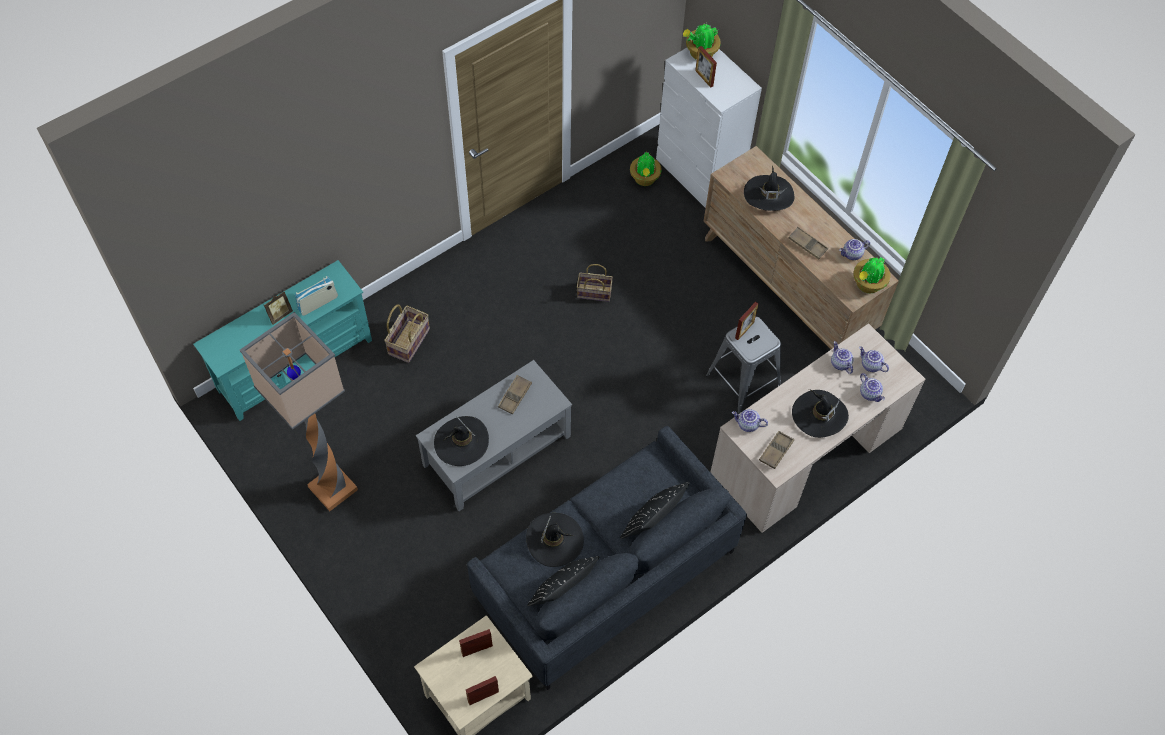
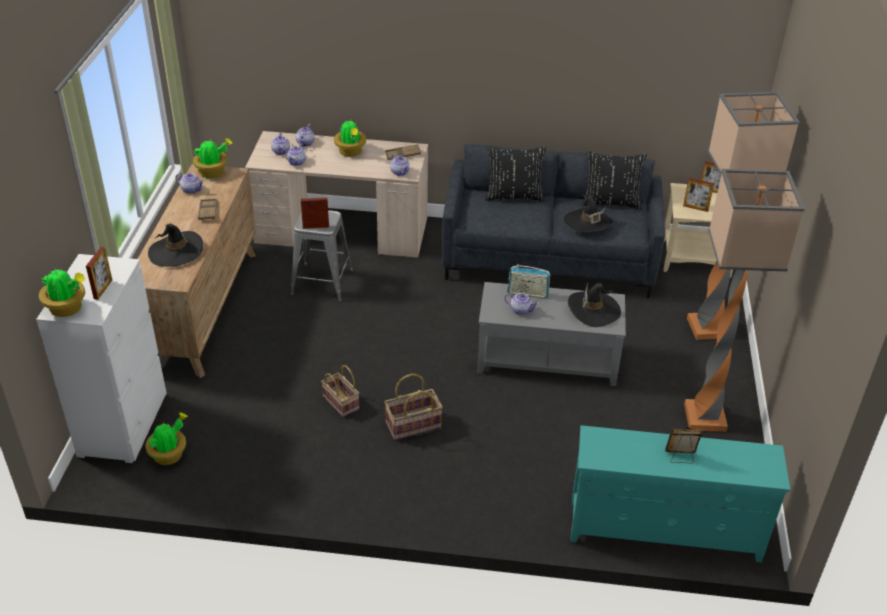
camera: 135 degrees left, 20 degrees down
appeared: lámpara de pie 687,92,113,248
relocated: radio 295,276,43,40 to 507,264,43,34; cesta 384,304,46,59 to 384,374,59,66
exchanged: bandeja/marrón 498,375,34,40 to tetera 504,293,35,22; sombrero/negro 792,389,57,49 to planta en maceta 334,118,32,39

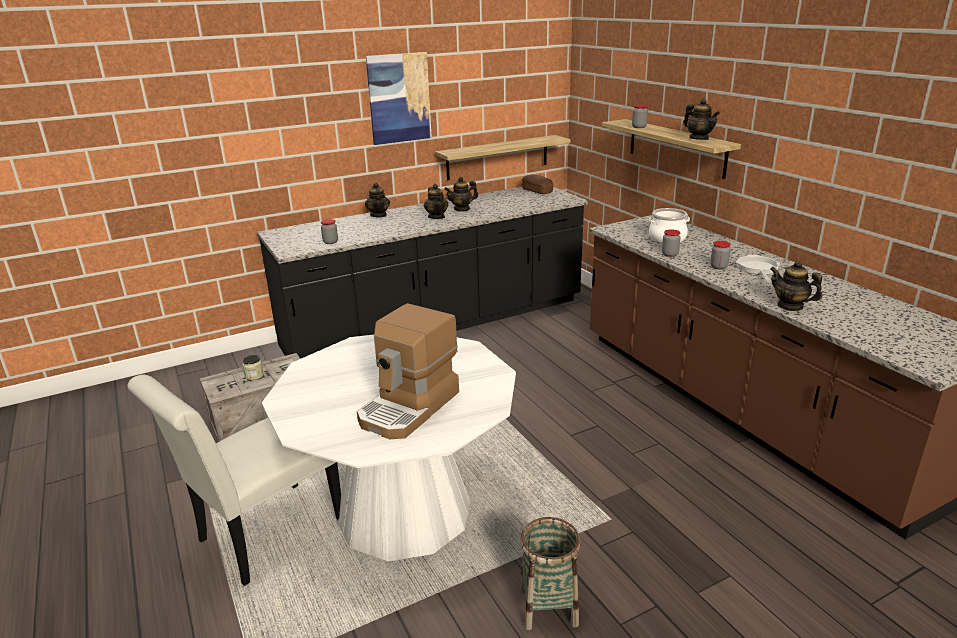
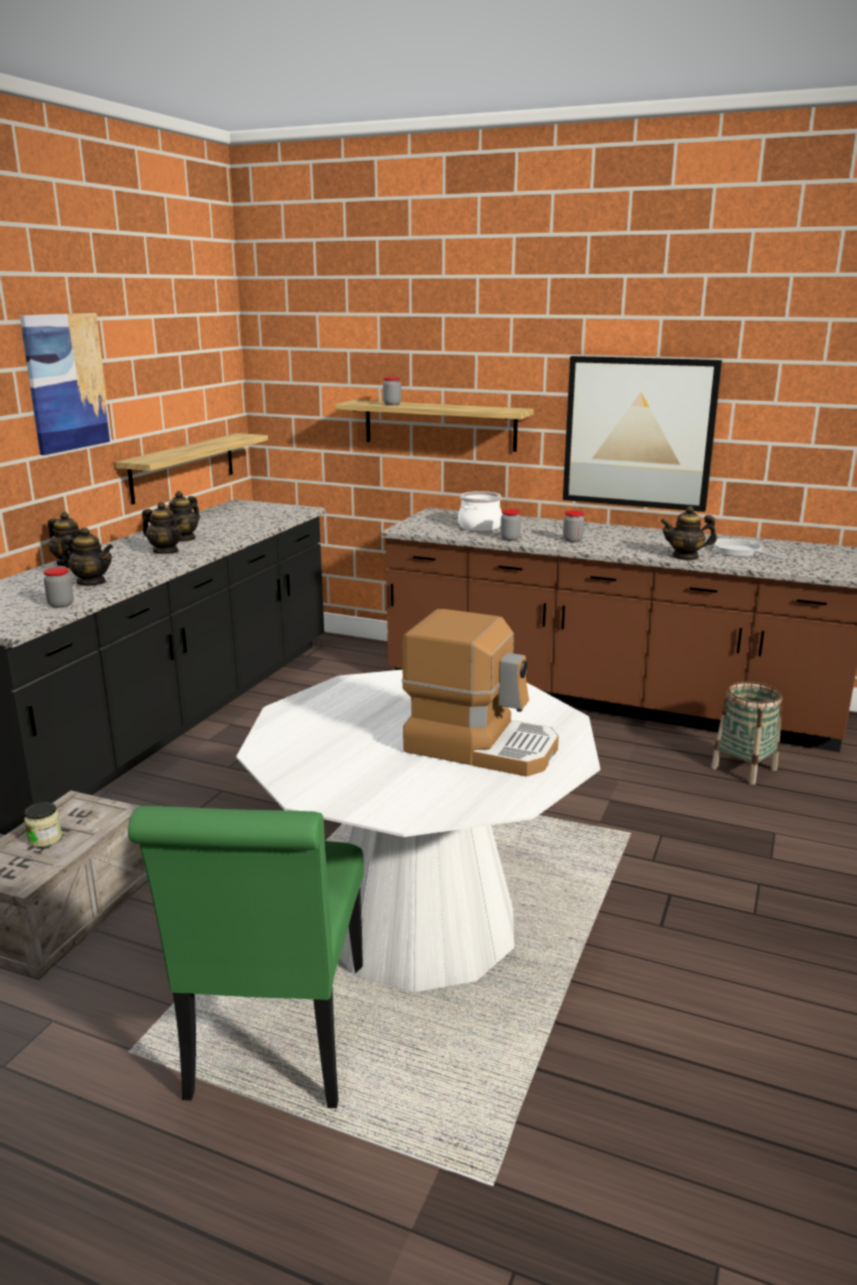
camera: 40 degrees left, 5 degrees down
missing: pan 522,175,31,19
appeared: cuadro 563,356,159,156
relocated: cesta 520,517,61,113 to 711,681,72,104; tetera 684,99,36,41 to 61,527,52,58; sartén 736,255,44,28 to 714,539,71,21
colour: silla/blanco 127,375,214,211 to silla/verde 128,806,236,302
spun: cafetera 357,303,102,136 = 401,609,158,168 60 degrees counterclockwise

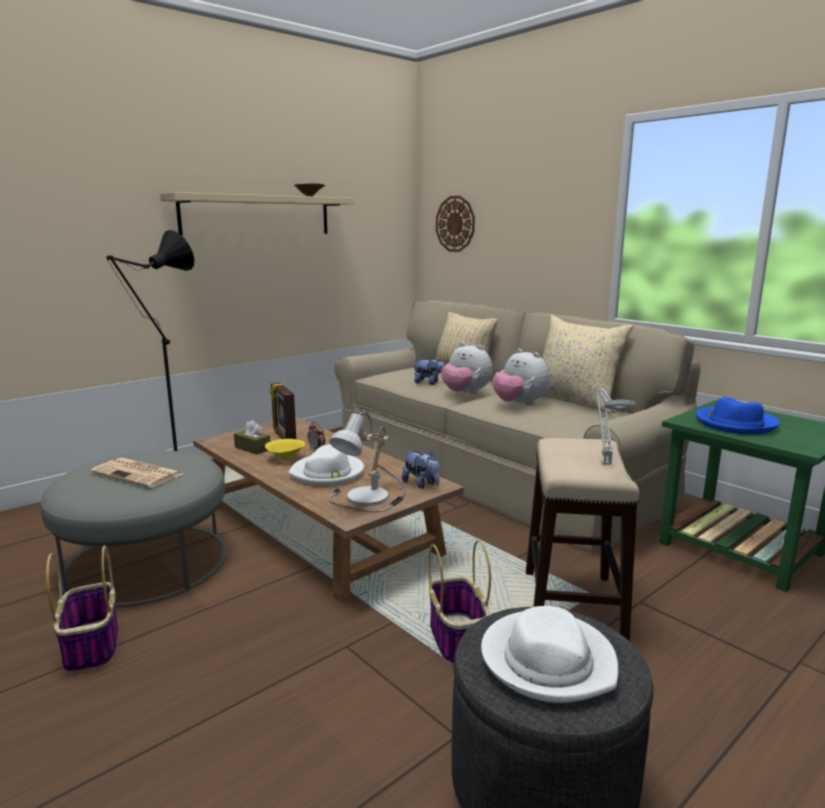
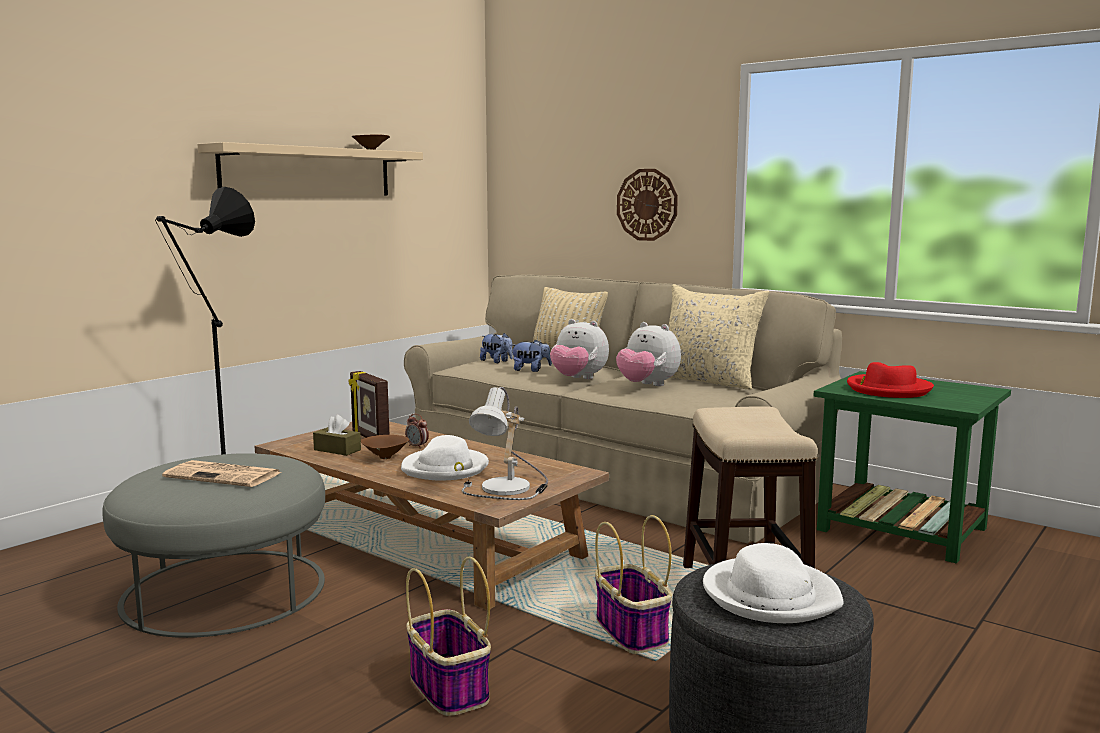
camera: 10 degrees left, 5 degrees down
missing: lámpara de mesa/gris 597,388,39,77
relocated: cesta 46,545,72,129 to 406,557,85,159; peluche 402,451,38,38 to 480,333,33,30; reloj de pared 436,196,39,56 to 617,169,61,72
colour: cuenco/amarillo 265,439,40,21 to cuenco/marrón 361,435,48,24; sombrero/azul 696,397,84,37 to sombrero/rojo 847,362,87,36

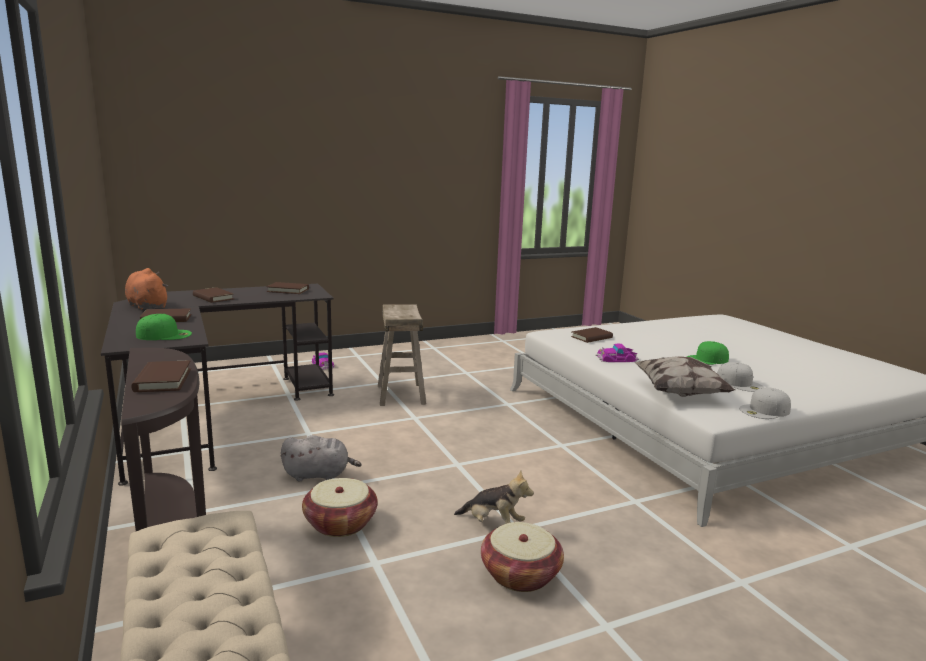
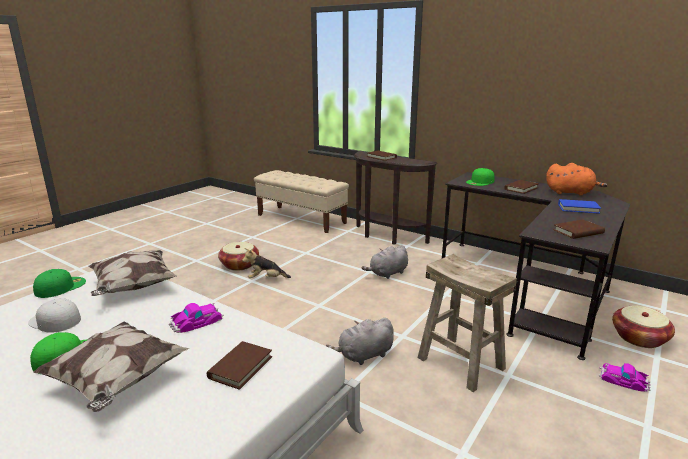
camera: 150 degrees right, 5 degrees up
appeared: cojín 33,321,156,91; peluche/gris 326,318,68,47
relocated: cesta 302,478,76,59 to 612,305,63,43
colour: libro/marrón 193,287,41,16 to libro/azul 558,199,43,15; gorra/blanco 739,388,52,31 to gorra/verde 33,269,53,29

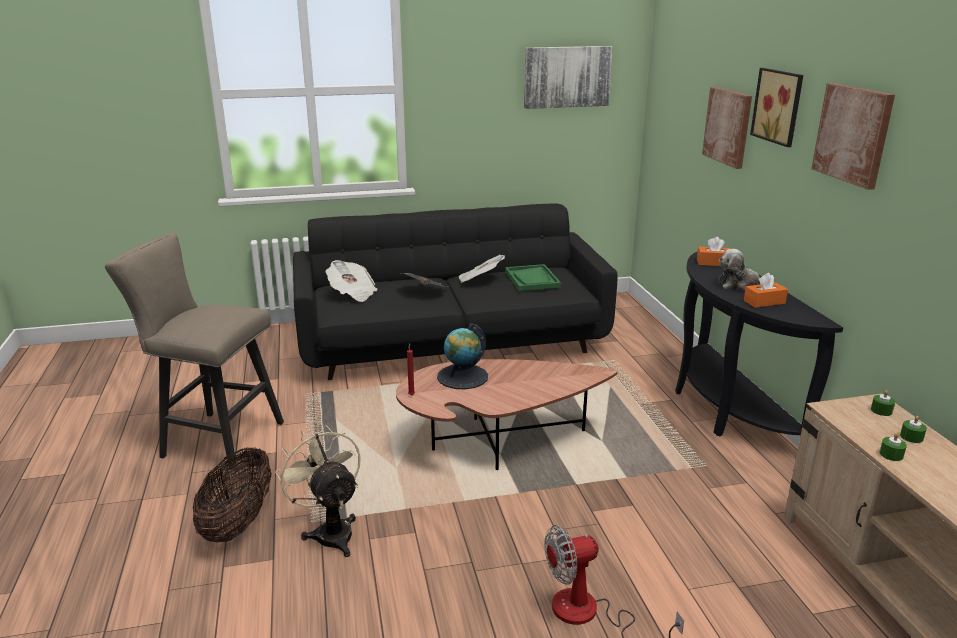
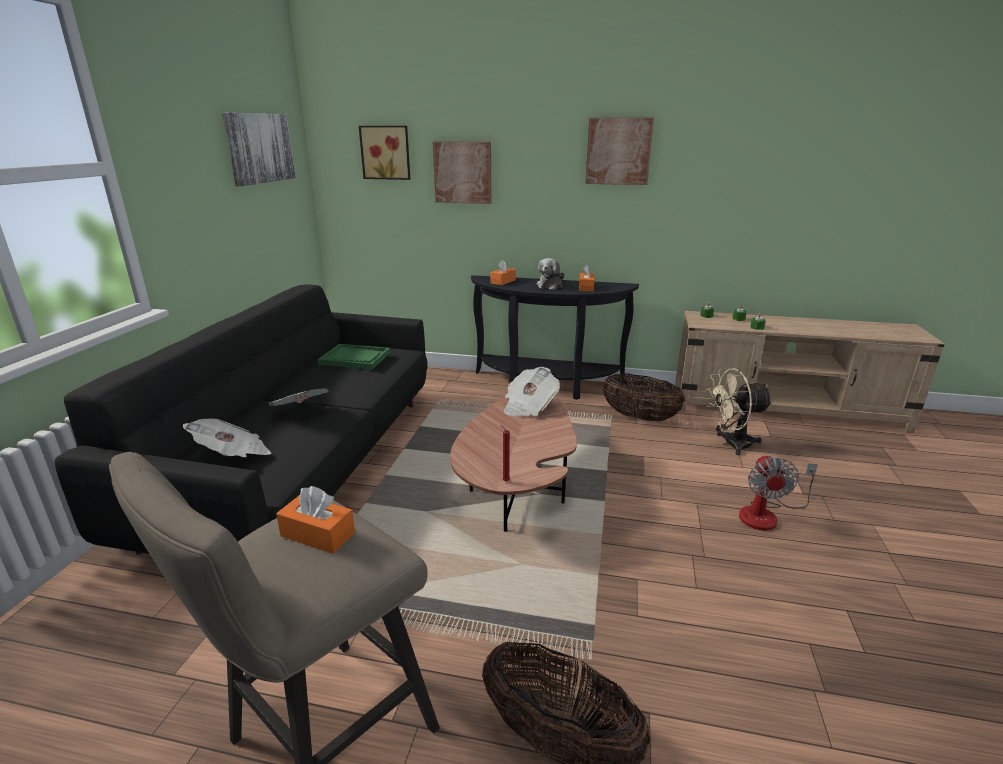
camera: 65 degrees left, 0 degrees up
missing: globo terráqueo 437,323,51,66
appeared: caja de pañuelos/naranja 276,486,79,68; cesta 602,373,83,48
relocated: ventilador/beis 275,425,86,132 to 706,368,67,87; periódico 459,254,46,29 to 504,367,56,49; cuadro 750,68,53,79 to 359,126,51,54

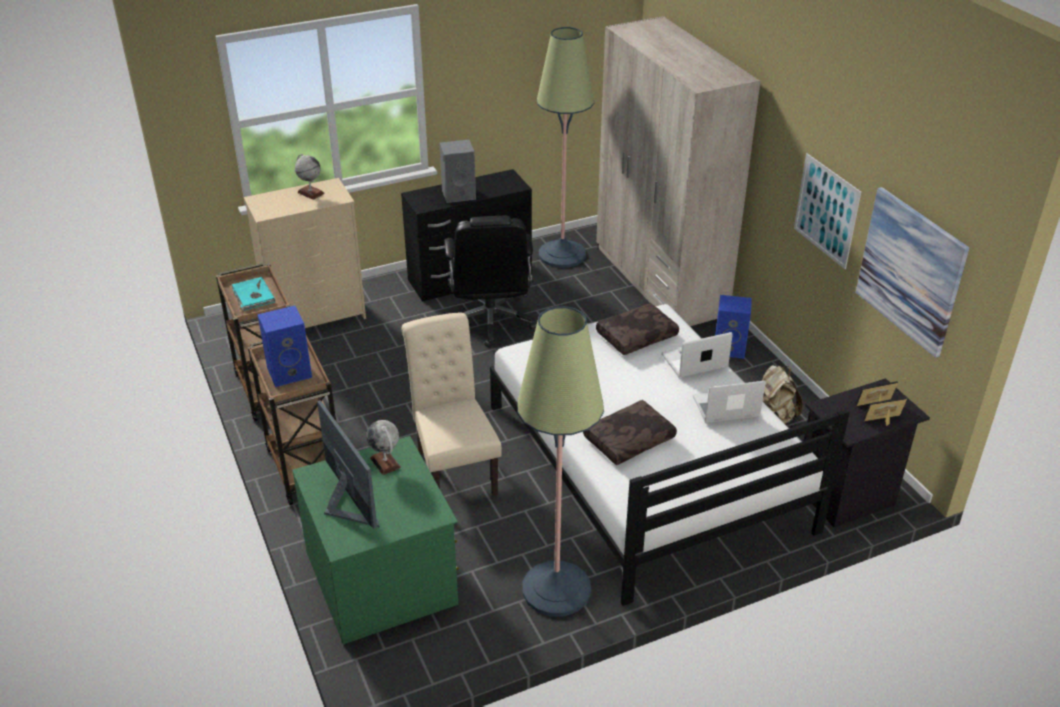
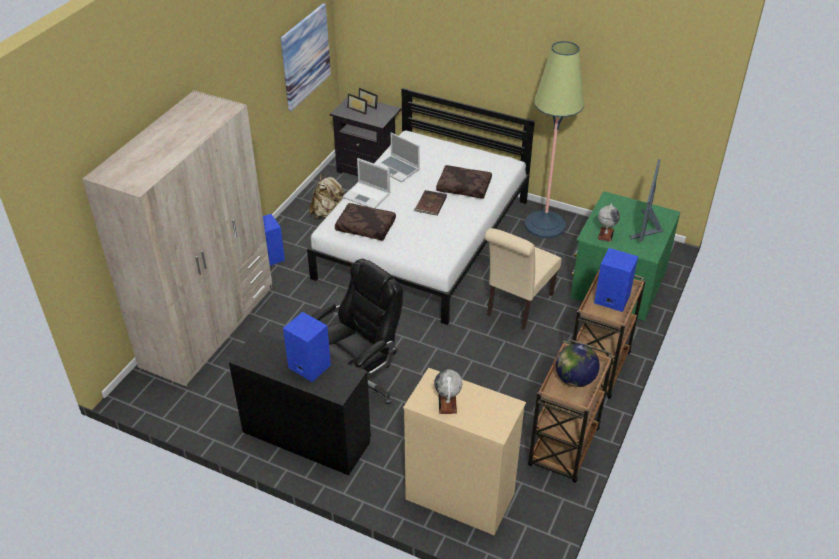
camera: 130 degrees left, 5 degrees up
missing: lámpara de pie 537,27,57,241; cuadro 794,153,67,116
appeared: libro/marrón 414,190,33,26
exchanged: libro/turquesa 231,277,44,33 to globo terráqueo 556,344,44,43
colour: altavoz/gris 439,140,37,63 to altavoz/azul 283,312,48,70

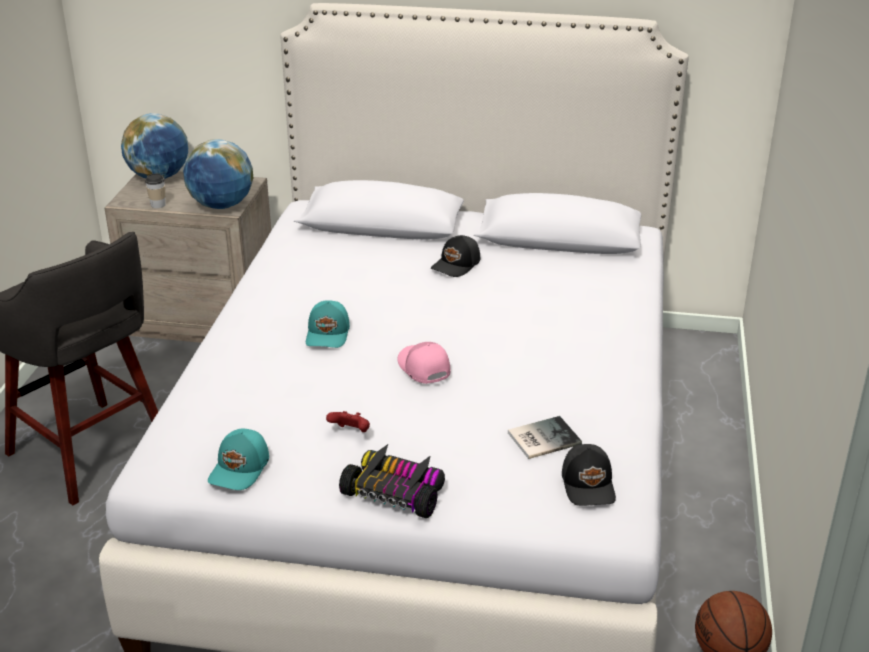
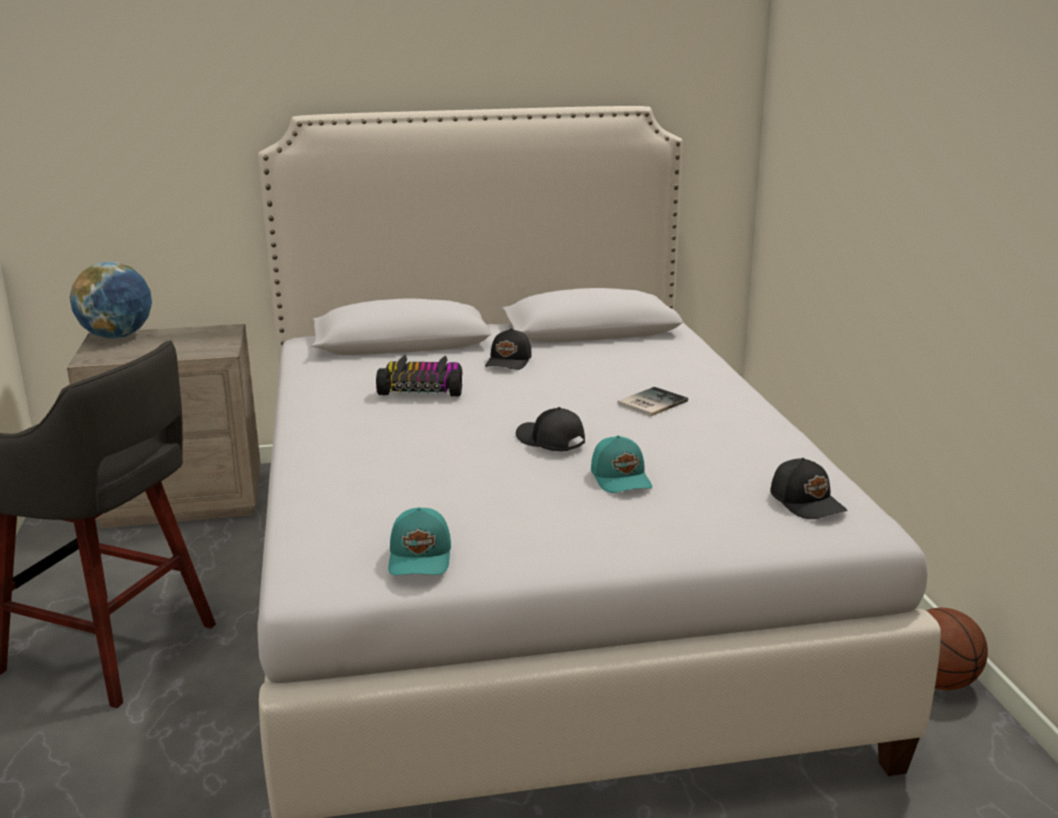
camera: 20 degrees left, 10 degrees down
missing: taza 145,173,21,35; globo terráqueo 183,139,70,70; mando de consola/rojo 326,411,44,21
relocated: gorra/turquesa 306,301,44,47 to 591,435,61,58; coche de juguete 339,444,106,74 to 376,355,86,41; libro 508,416,74,43 to 617,387,71,30
colour: gorra/rosa 398,342,52,42 to gorra/negro 516,407,69,44

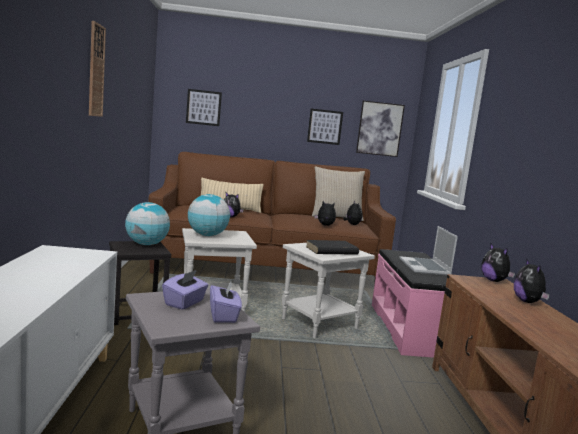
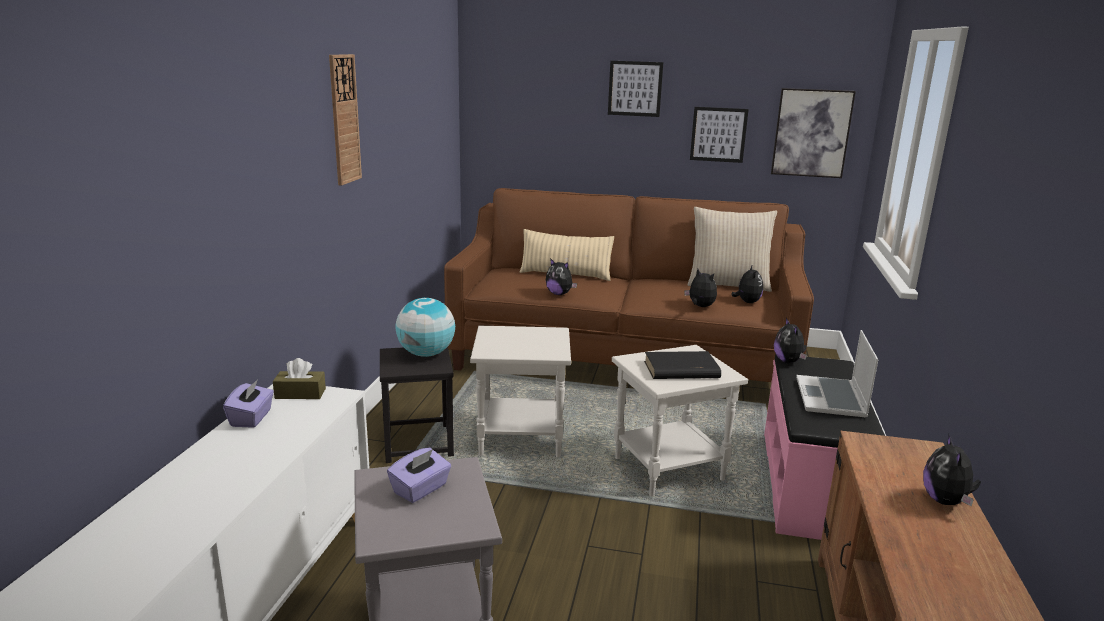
camera: 15 degrees right, 10 degrees up
missing: globo terráqueo 188,194,42,42
appeared: caja de pañuelos/marrón 273,358,53,41
relocated: cuadro 186,89,36,37 to 608,61,55,56; caja de pañuelos/morado 210,281,32,42 to 223,379,51,49; peluche 481,244,34,38 to 774,318,33,45

